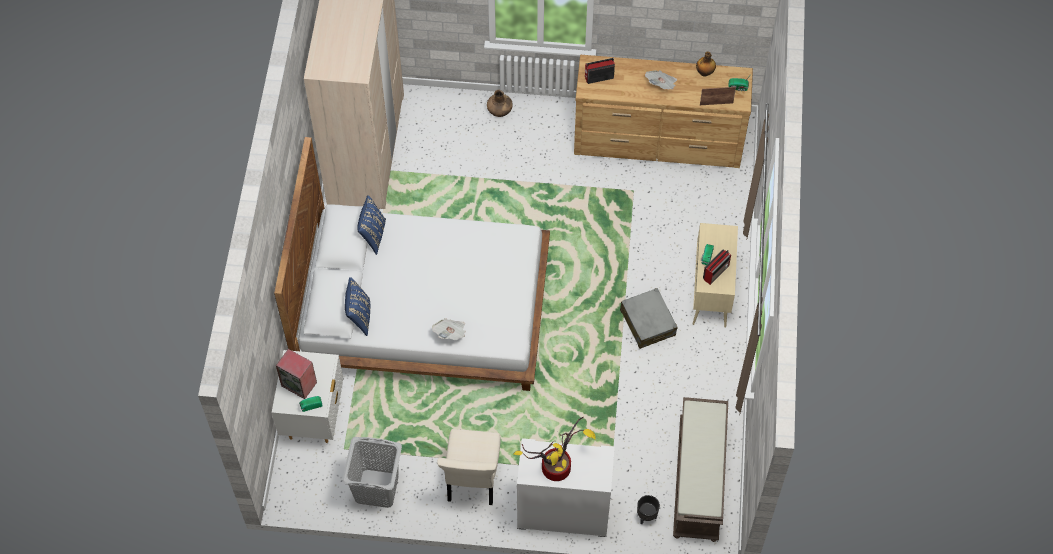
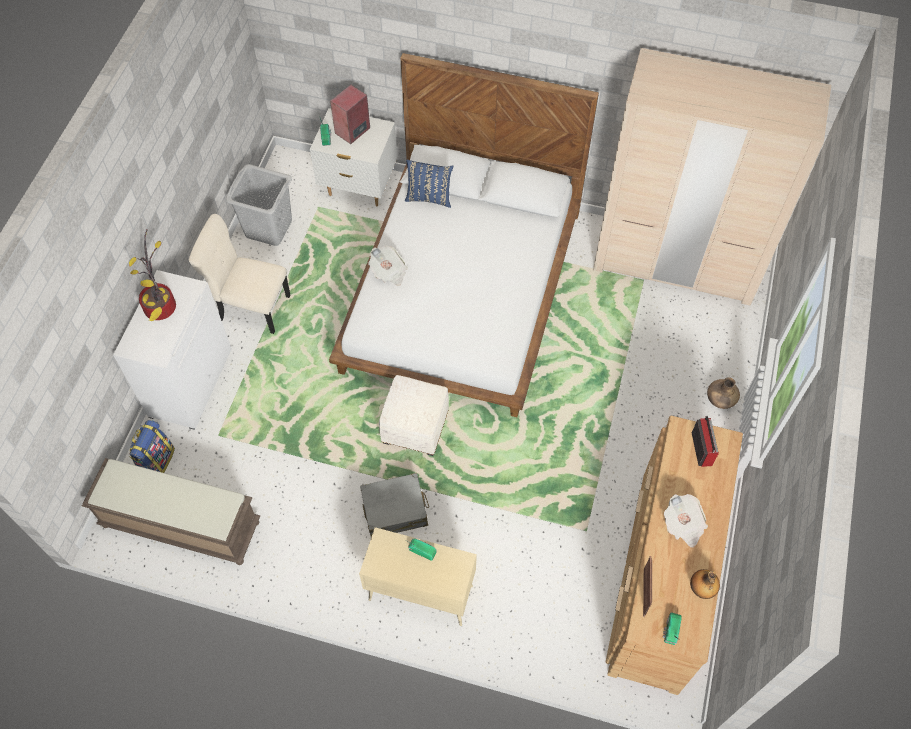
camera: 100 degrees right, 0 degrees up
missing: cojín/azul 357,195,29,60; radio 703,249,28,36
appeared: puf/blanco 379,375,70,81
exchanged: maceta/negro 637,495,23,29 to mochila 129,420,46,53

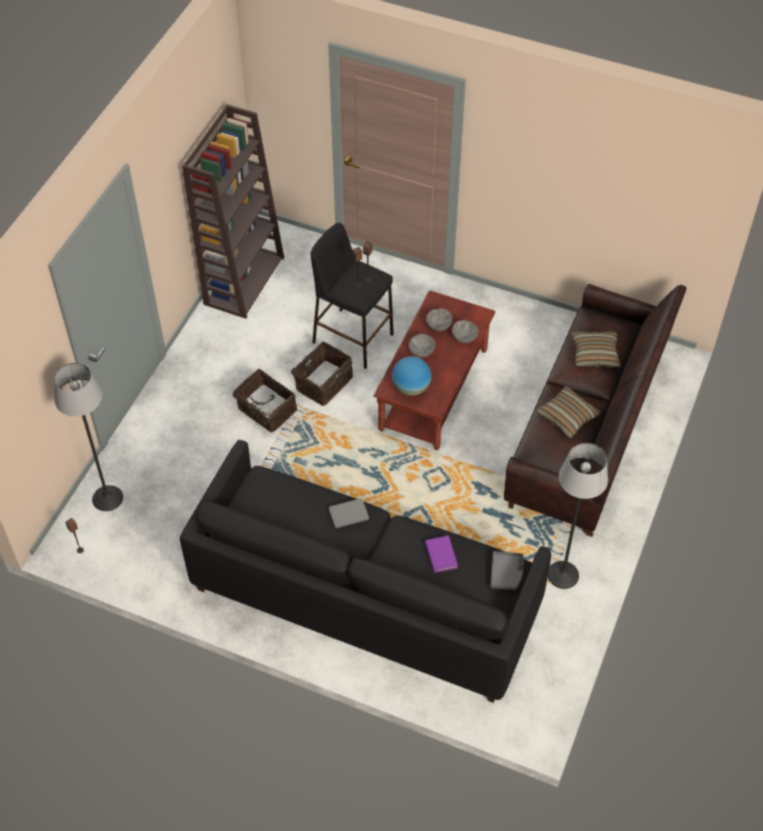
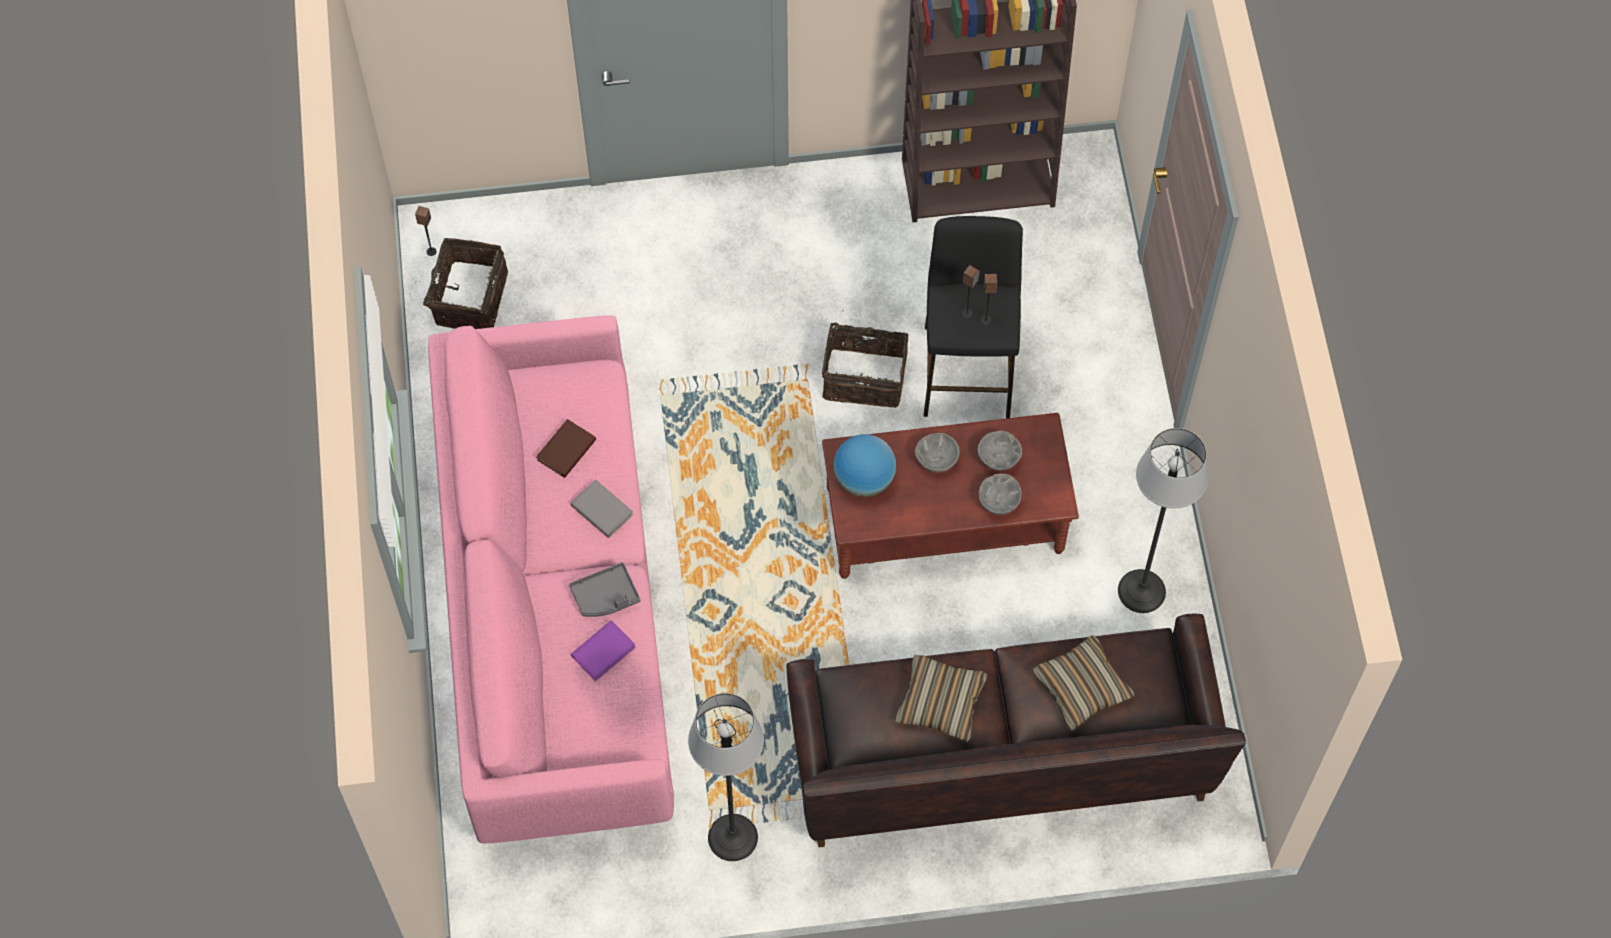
camera: 60 degrees right, 10 degrees up
appeared: libro/marrón 536,419,60,59
relocated: lámpara de pie 54,363,69,148 to 1118,428,91,185; cesta 233,369,64,63 to 414,238,94,91; bandeja/gris 491,551,33,39 to 569,562,72,55
colour: sofá/negro 180,440,371,263 to sofá/rosa 428,316,246,527

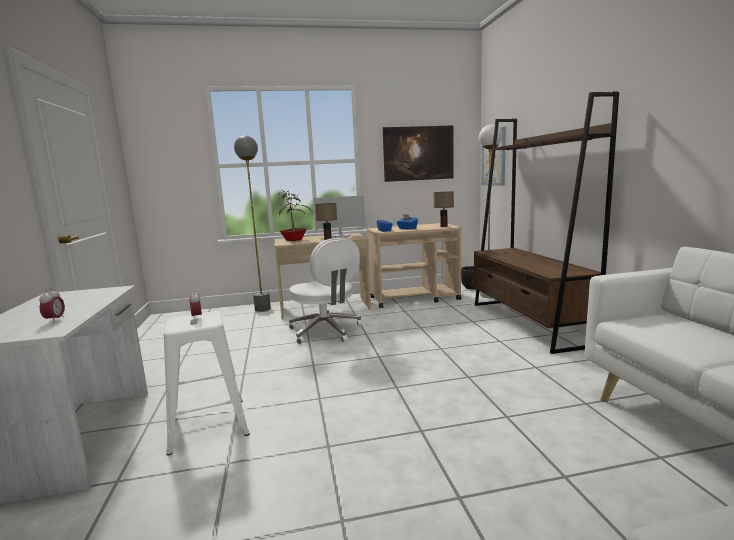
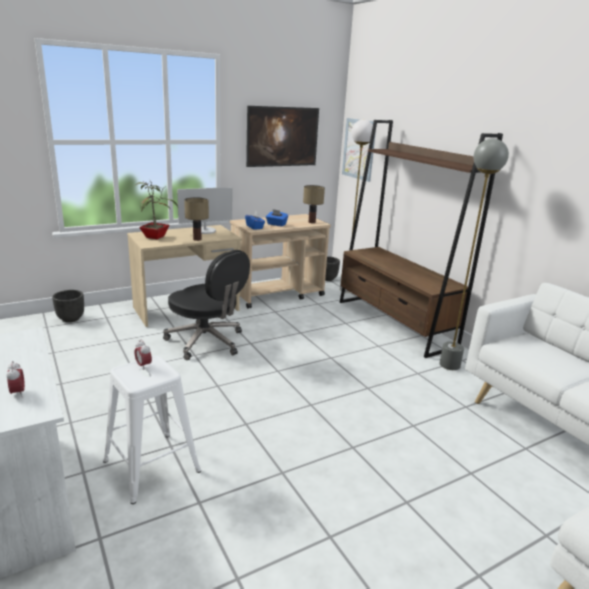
camera: 20 degrees left, 10 degrees up
appeared: maceta/negro 52,290,32,32
relocated: lámpara de pie/gris 234,135,37,177 to 440,139,69,231
colour: silla de oficina/blanco 289,237,73,107 to silla de oficina/negro 163,250,87,110

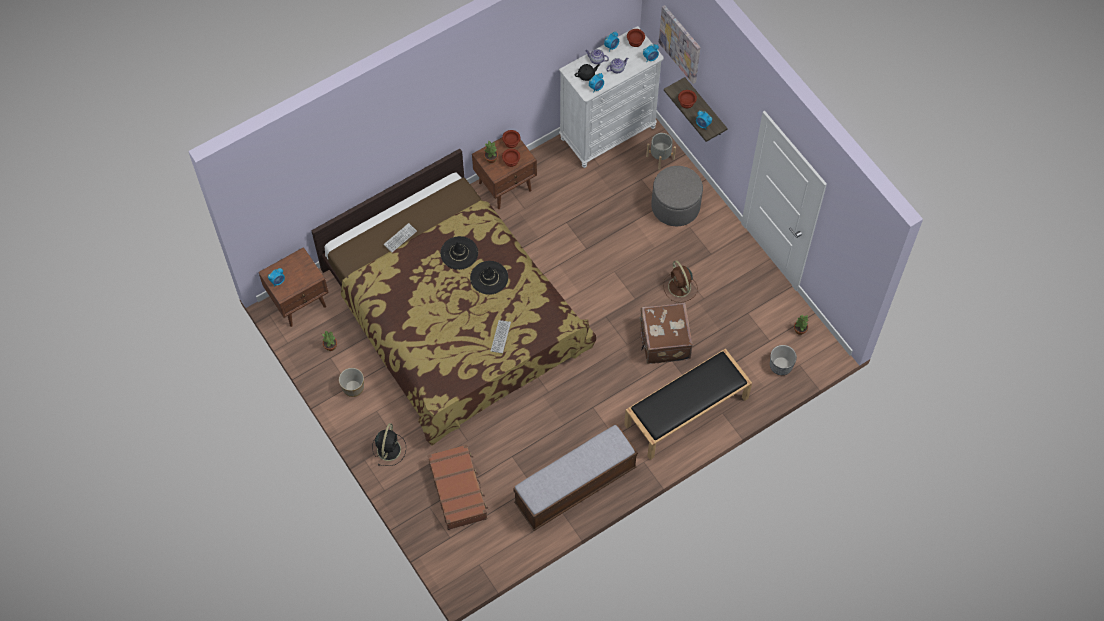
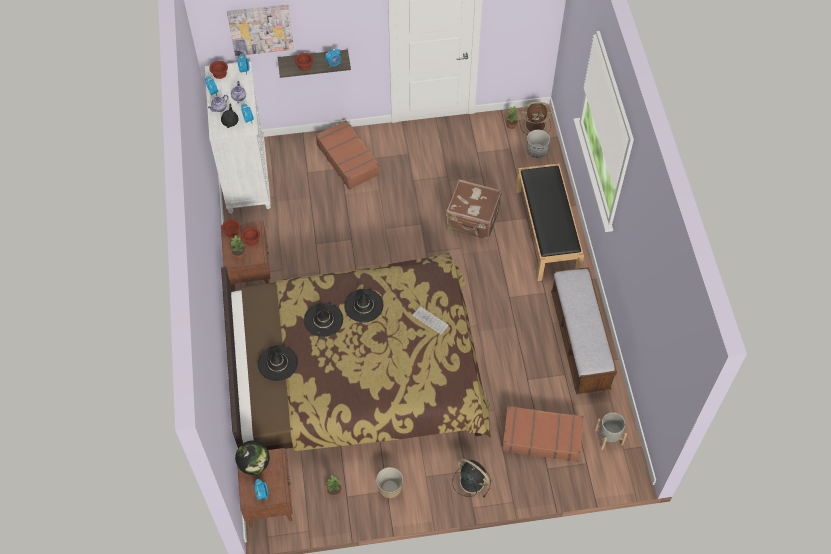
camera: 65 degrees left, 5 degrees down
appeared: globo terráqueo 235,440,35,35
relocated: maceta/gris 646,133,30,37 to 595,412,32,38; ventilador/marrón 663,261,35,42 to 519,102,34,32
exchanged: teclado 384,223,33,29 to sombrero/negro 258,345,40,36; puf/gris 651,166,52,60 to maleta/marrón 316,120,64,70

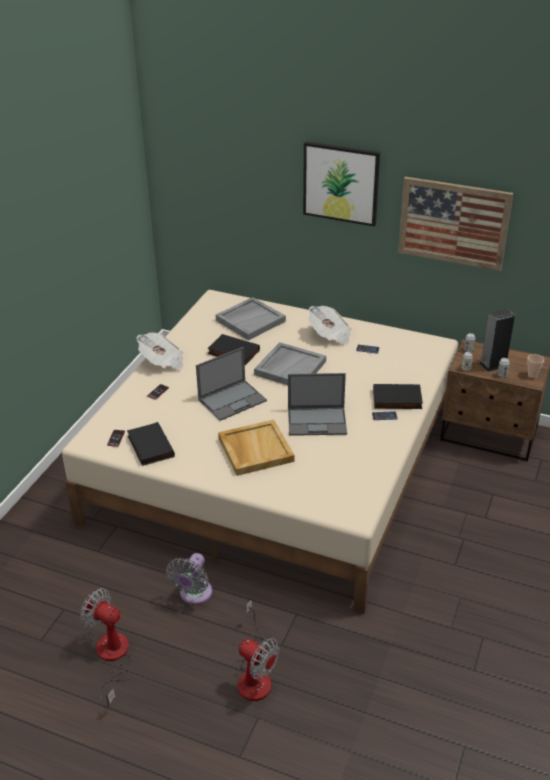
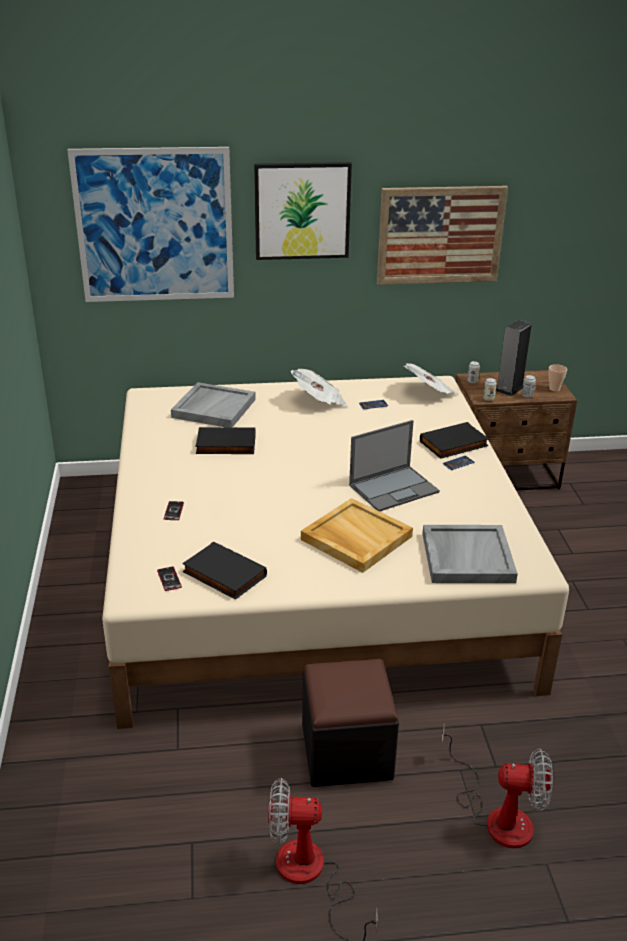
camera: 30 degrees left, 5 degrees down
missing: portátil 196,347,71,74
appeared: cuadro 67,147,167,155
relocated: periódico 137,332,46,38 to 404,363,55,31; bandeja/gris 254,342,72,43 to 422,525,96,58
exchanged: ventilador/gris 166,553,46,52 to puf/negro 302,659,97,128

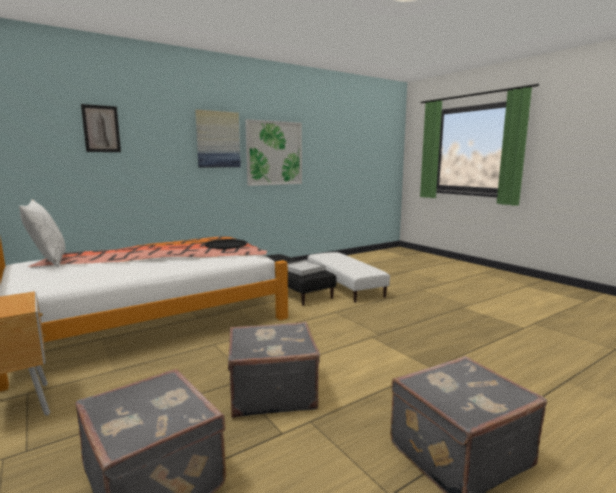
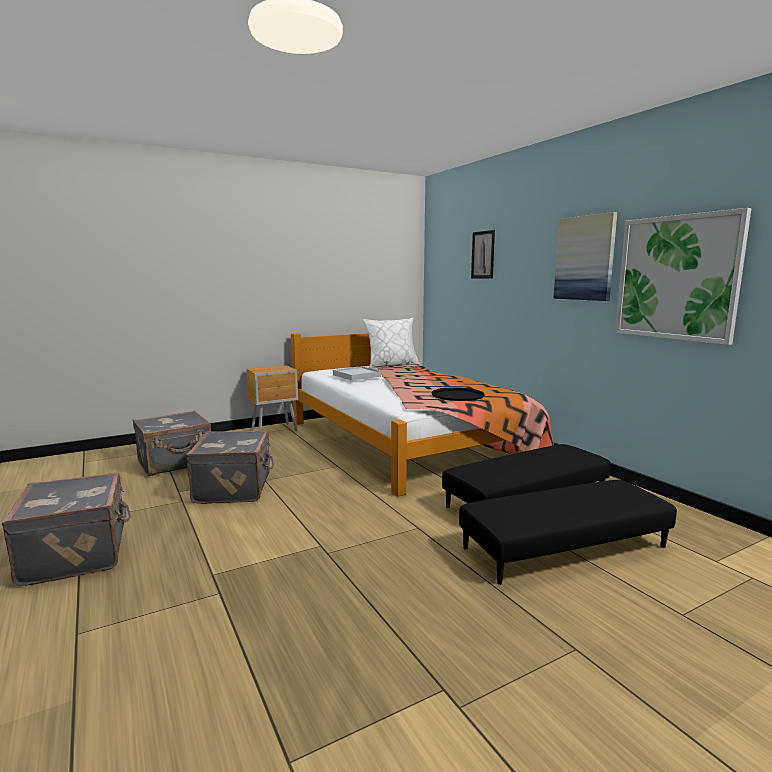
camera: 95 degrees right, 0 degrees up
relocated: bandeja/blanco 288,260,38,16 to 333,366,48,15
colour: puf/blanco 308,252,82,51 to puf/negro 459,480,218,105

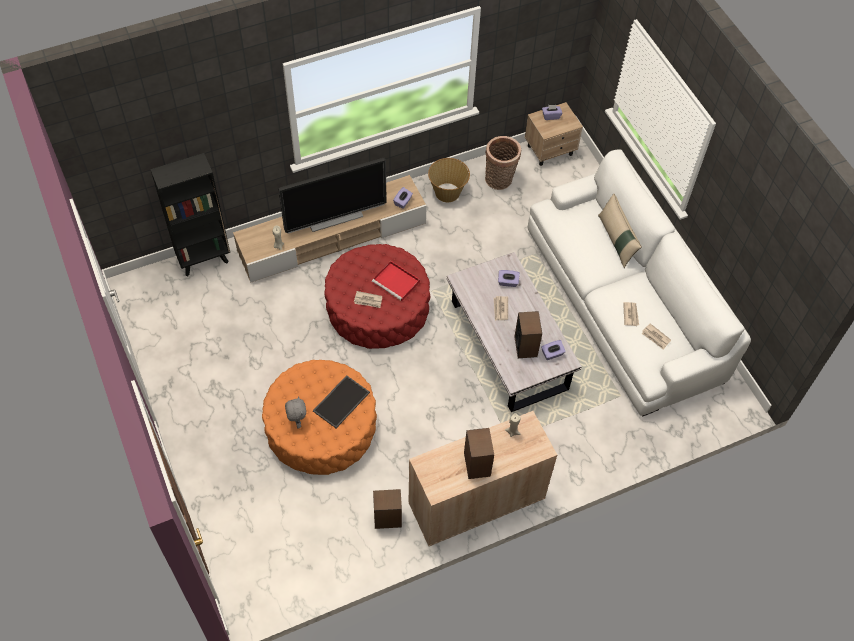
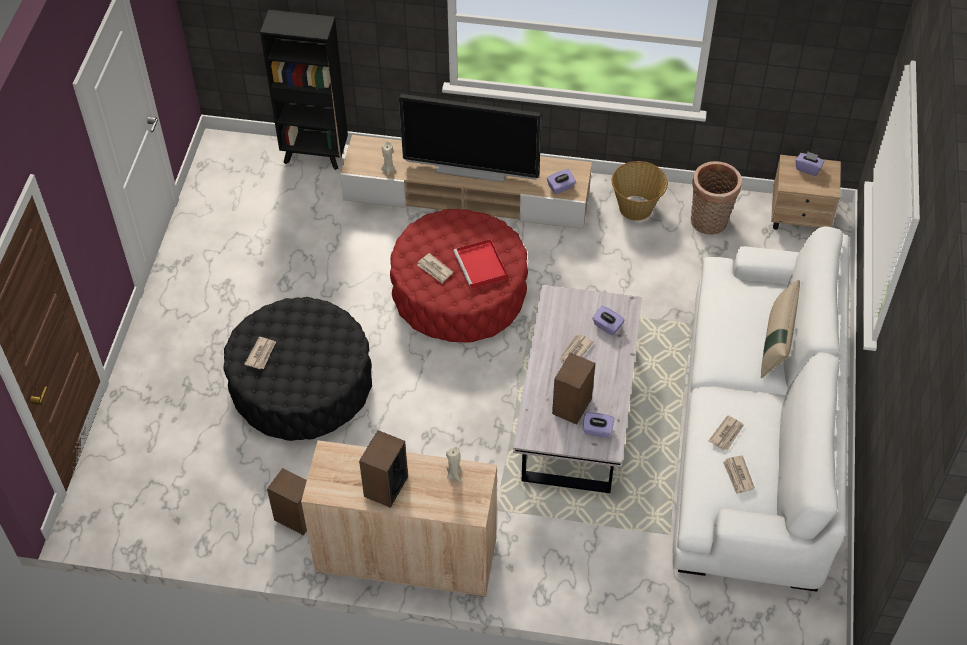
camera: 35 degrees right, 5 degrees down
missing: bandeja 313,375,57,53
exchanged: peluche/gris 285,396,21,32 to periódico 245,337,31,32
colour: puf/naranja 262,360,115,115 to puf/negro 223,297,149,144

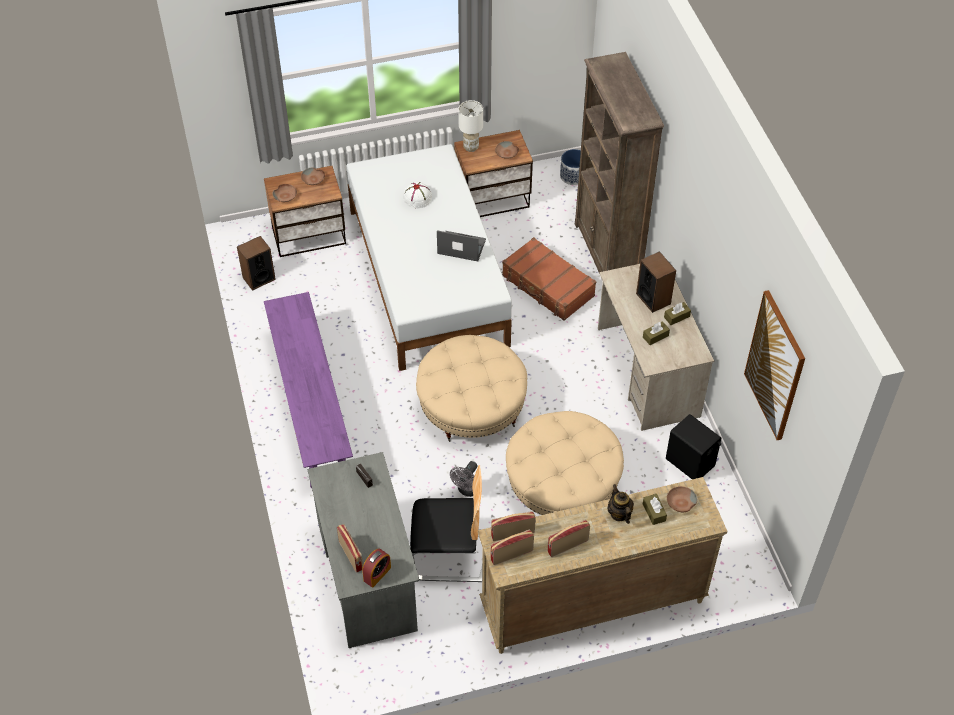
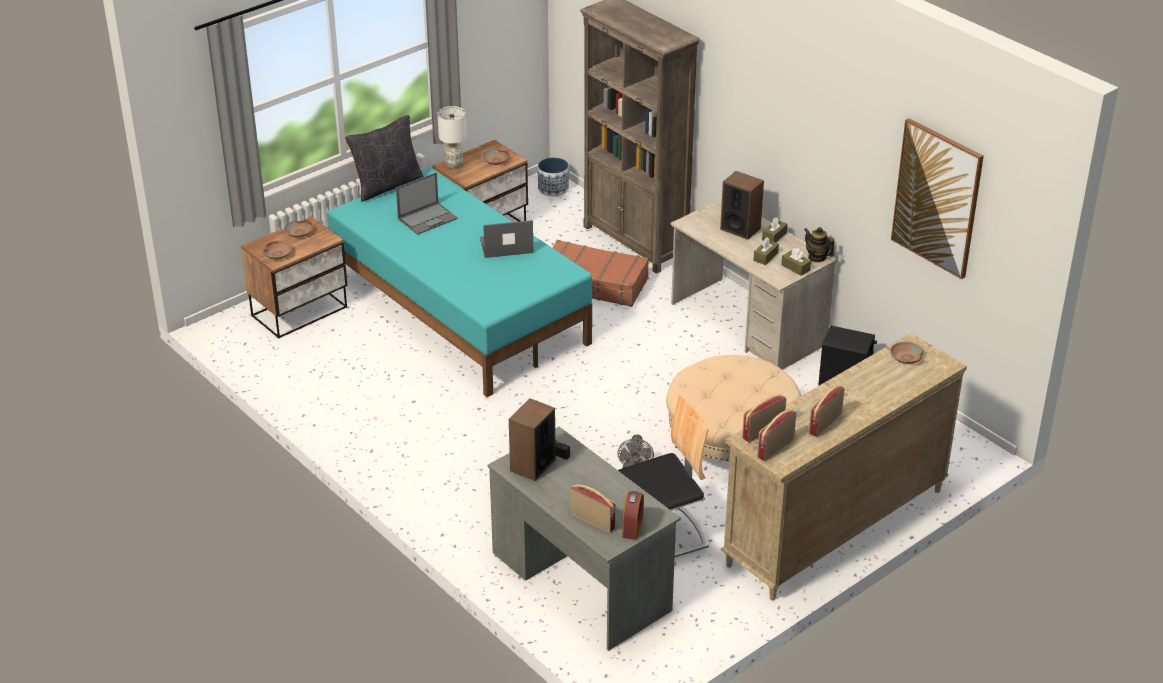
camera: 25 degrees left, 15 degrees down
missing: banco/morado 264,292,89,196; puf/beis 416,335,111,107
appeared: cojín/negro 345,115,79,87
relocated: altavoz 237,236,39,55 to 509,398,47,83; tetera 607,484,27,40 to 804,227,31,35; caja de pañuelos/marrón 643,494,24,31 to 781,248,30,28
exchanged: sombrero/blanco 403,182,29,26 to portátil 396,173,62,62
colour: cama/blanco 347,144,165,227 to cama/turquesa 327,168,265,229

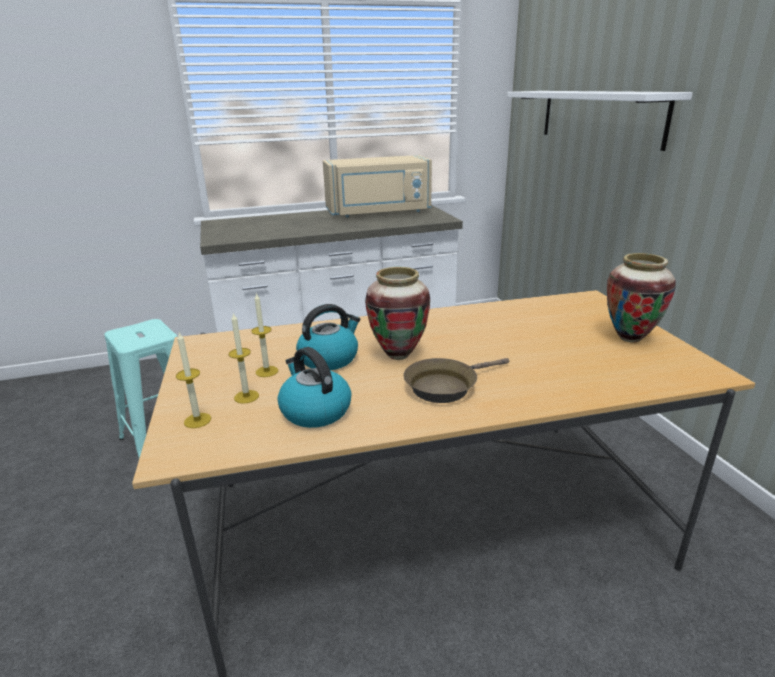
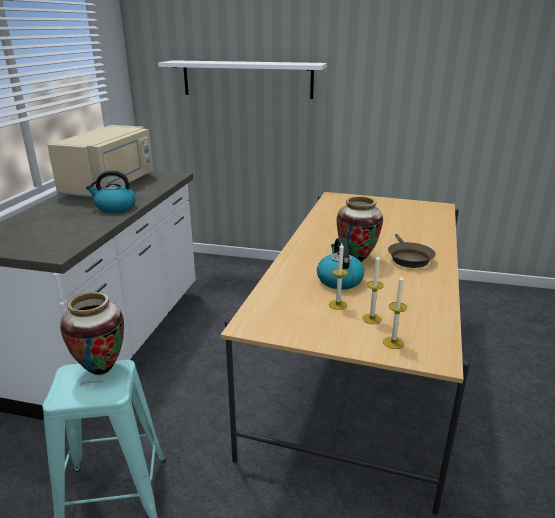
camera: 60 degrees left, 0 degrees up
relocated: hervidor 278,347,73,81 to 86,171,49,42; florero 607,253,69,90 to 60,292,64,83

